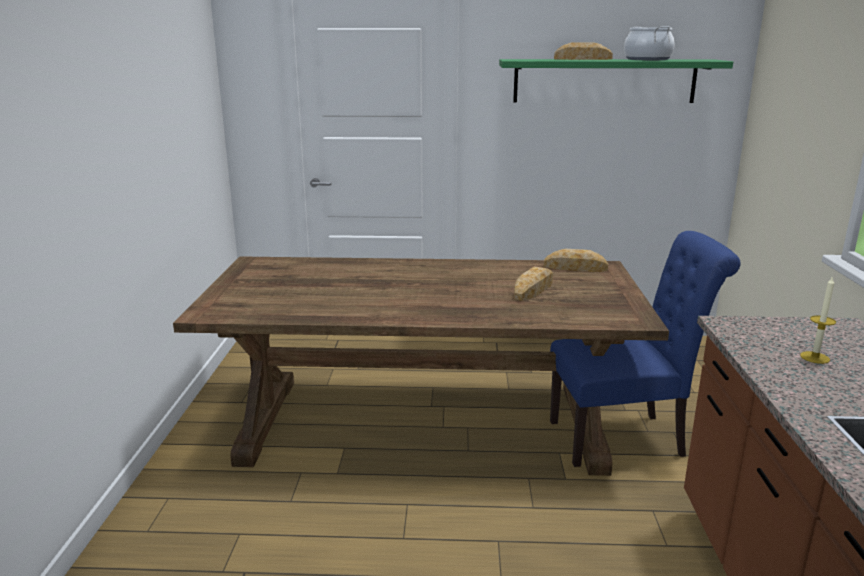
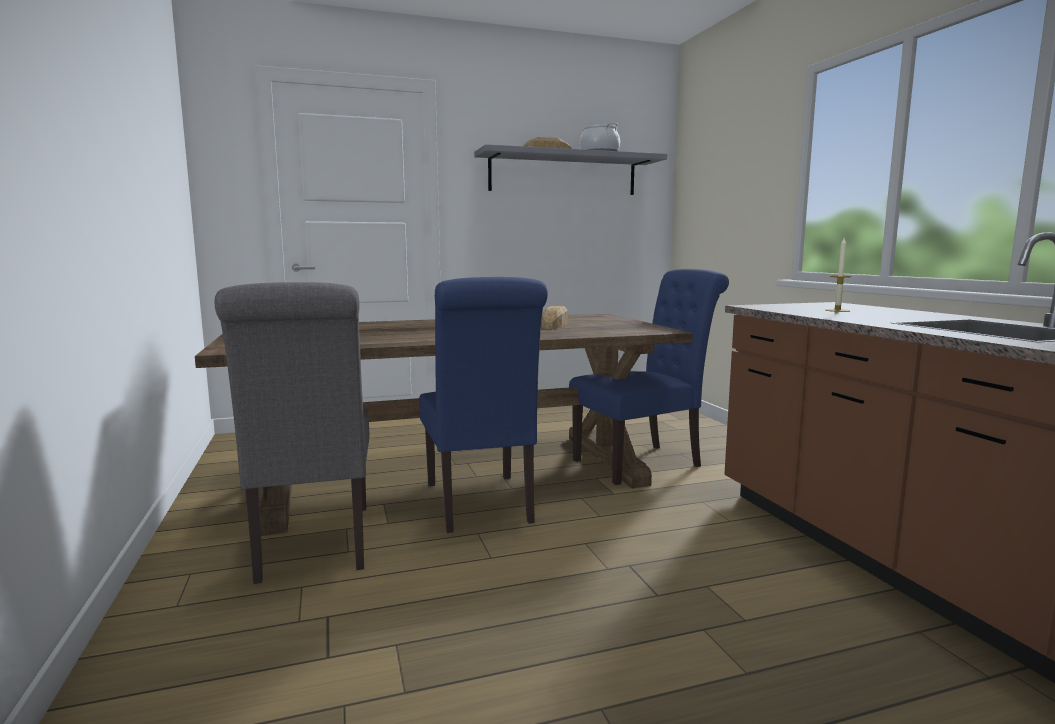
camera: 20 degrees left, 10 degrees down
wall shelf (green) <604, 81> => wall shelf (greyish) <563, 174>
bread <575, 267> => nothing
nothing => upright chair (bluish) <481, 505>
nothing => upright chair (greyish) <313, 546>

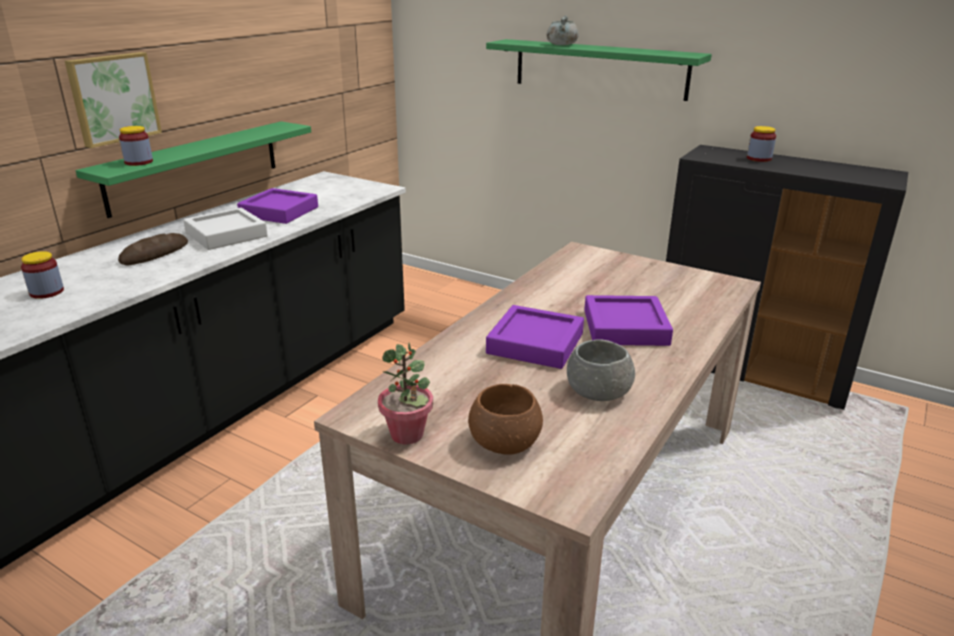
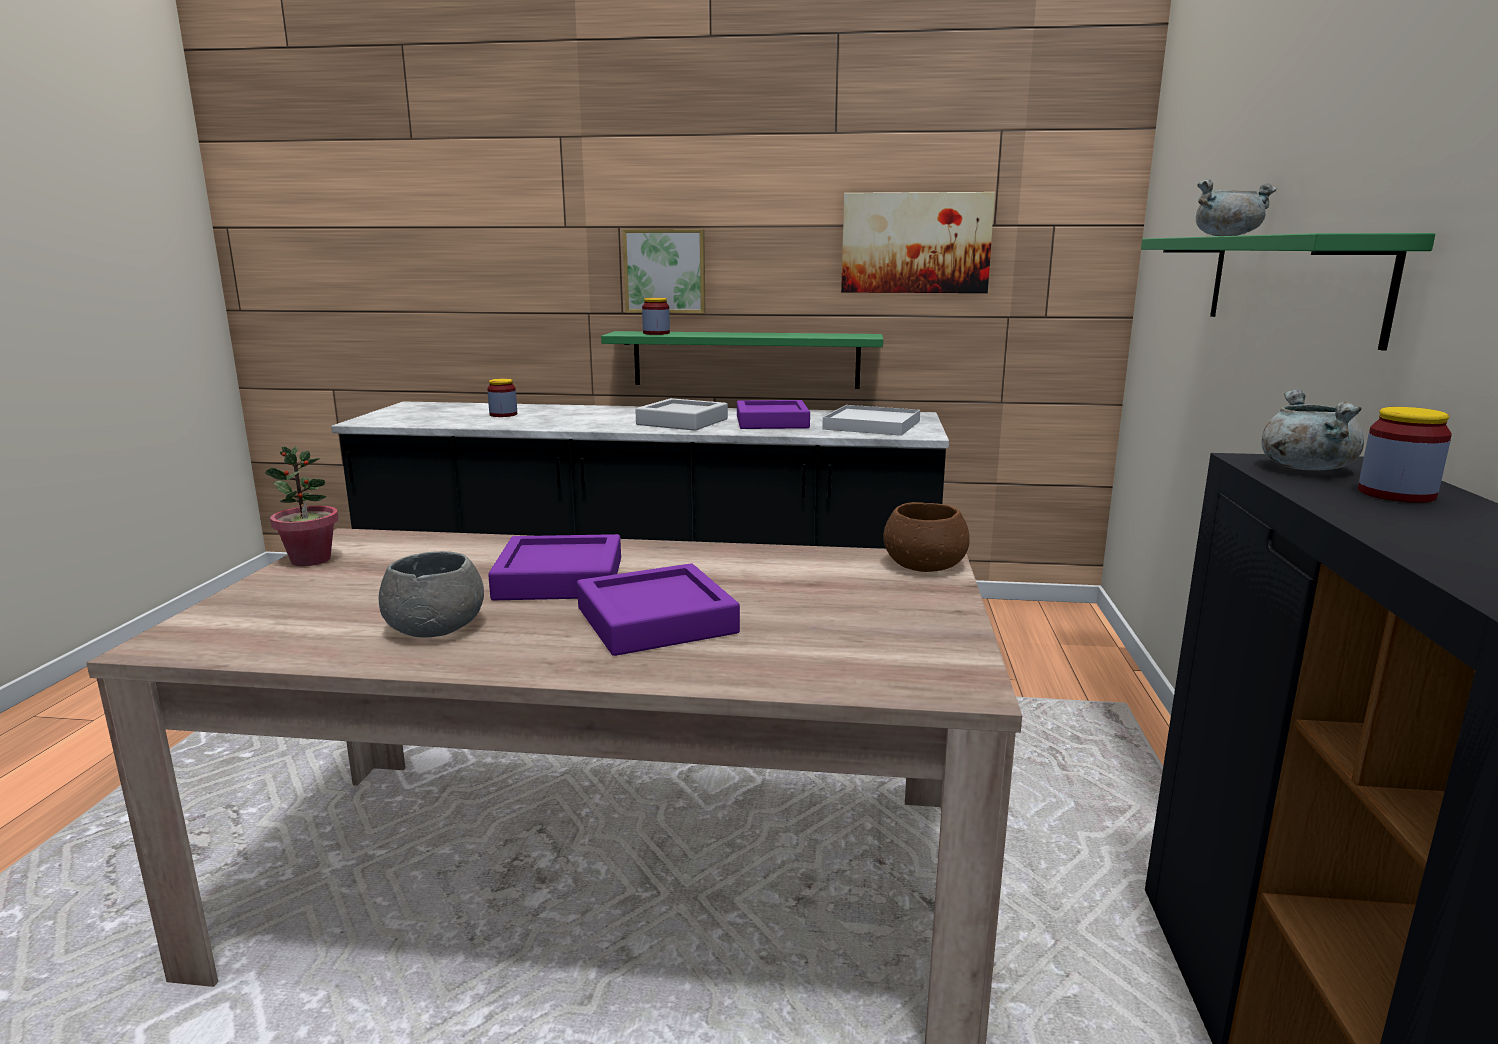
camera: 65 degrees right, 10 degrees down
bread <155, 254> => nothing
bowl (brown-coloured) <505, 441> => bowl (brown-coloured) <925, 565>, moved
nothing => wall art <915, 243>
nothing => saucepot (greyish) <1303, 467>
nothing => tray (whitish) <871, 425>

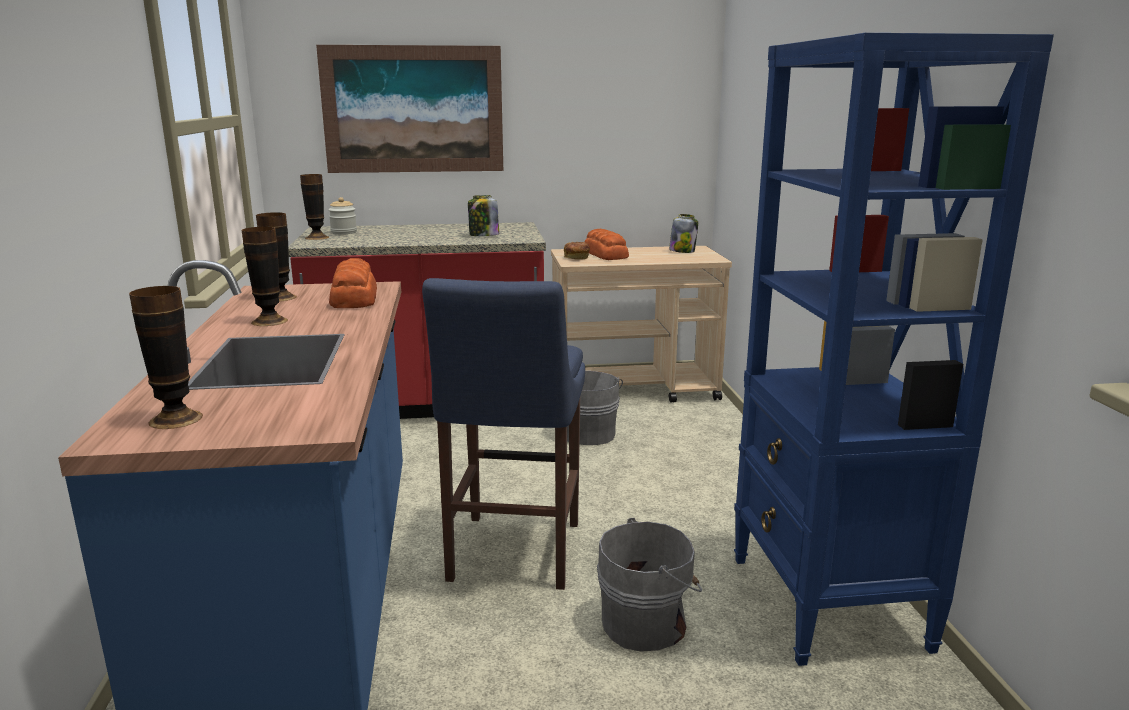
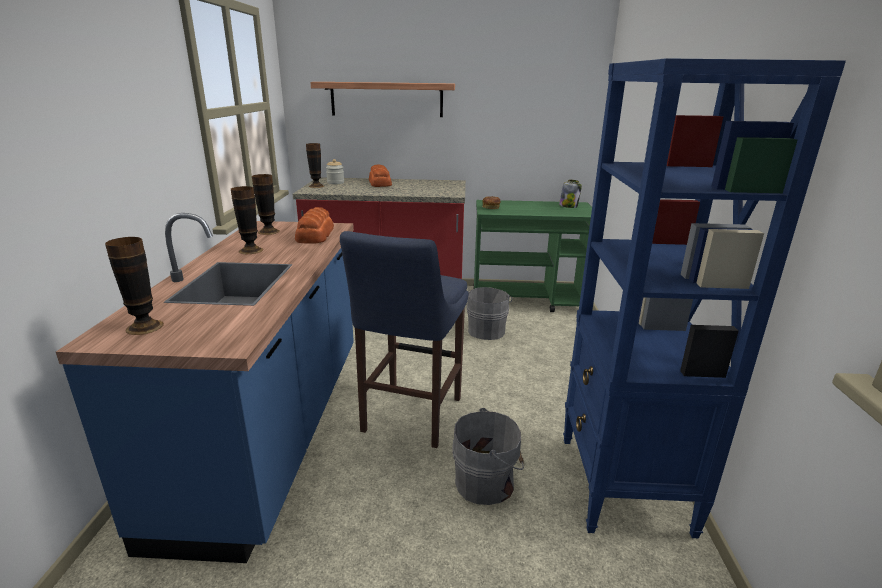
camera: 10 degrees right, 5 degrees up
wall art <413, 110> => wall shelf <386, 99>
storage jar <483, 236> => nothing
bread <605, 254> => bread <380, 183>, moved
cart (beige) <635, 390> => cart (green) <528, 300>

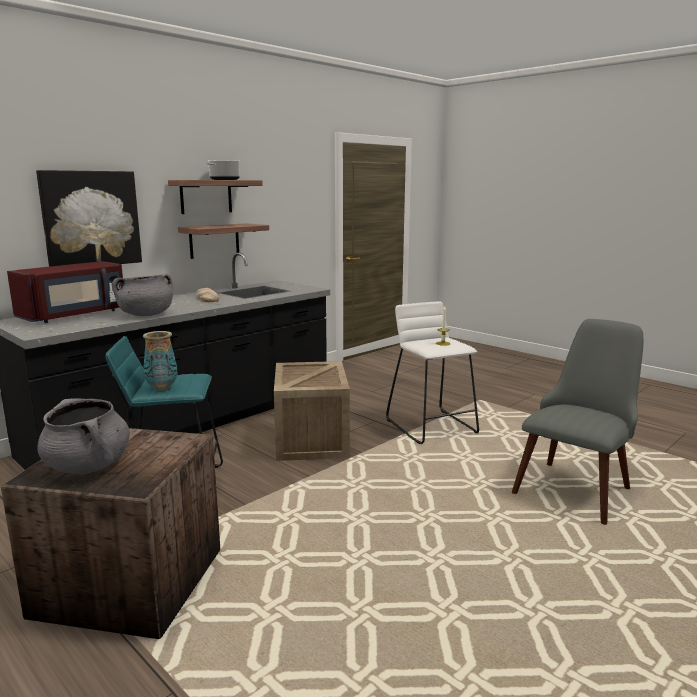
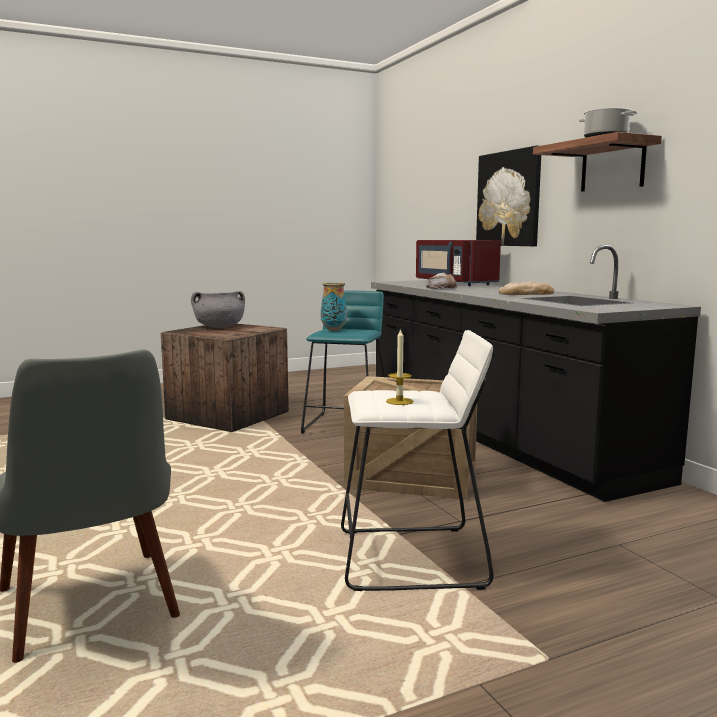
camera: 110 degrees right, 5 degrees down
wall shelf <214, 240> => nothing
saucepot (greyish) <146, 315> => bread <441, 288>

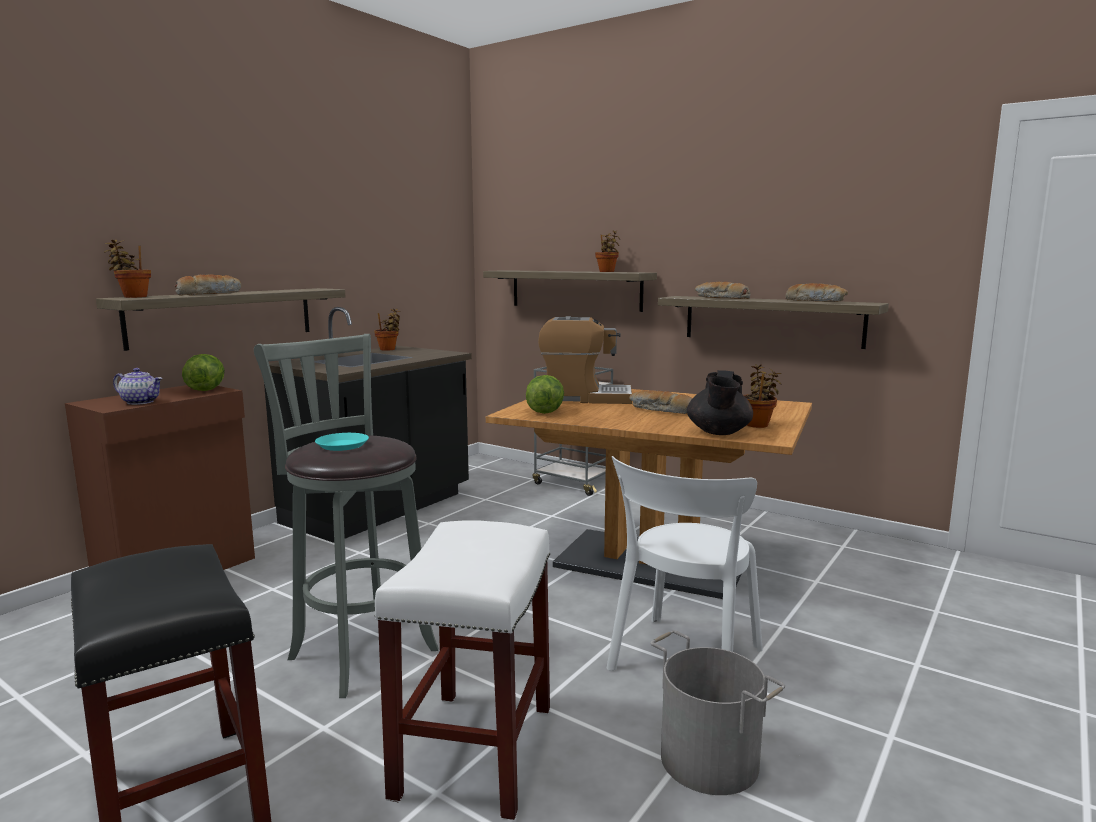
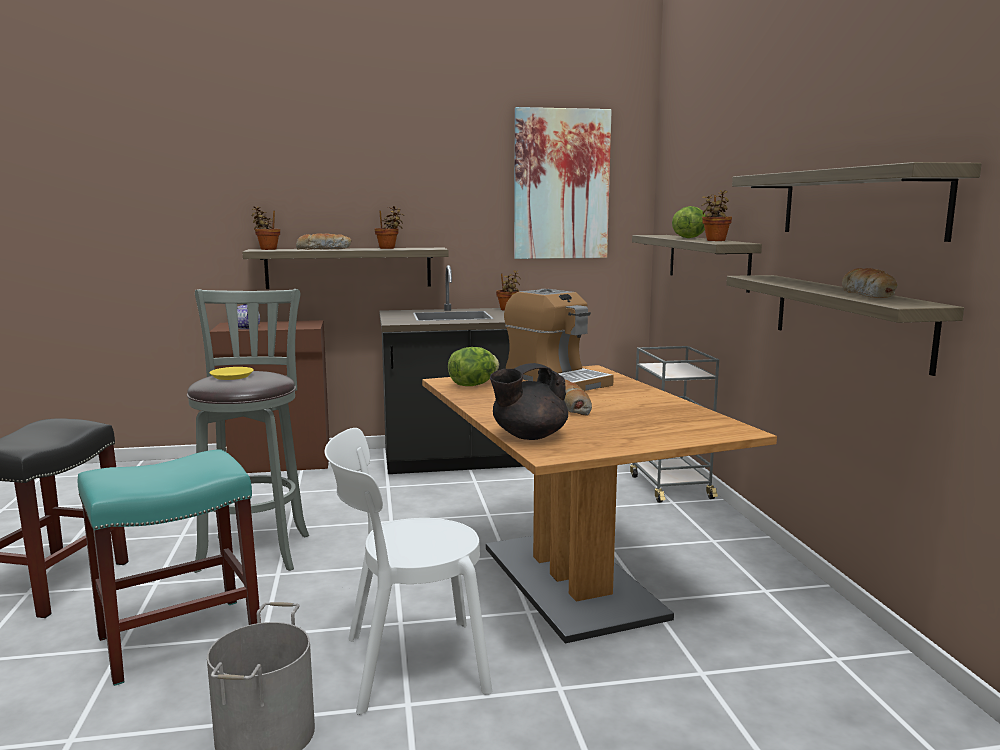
camera: 45 degrees right, 0 degrees up
bread <721, 298> => nothing
head of lettuce <206, 390> => head of lettuce <689, 238>, moved
potted plant <758, 424> => potted plant <389, 248>, moved
flat dish (turquoise-coloured) <342, 445> => flat dish (yellow) <231, 376>
stool (whitish) <474, 749> => stool (turquoise-coloured) <181, 637>
nothing => wall art <561, 184>
nothing => wall shelf <858, 203>

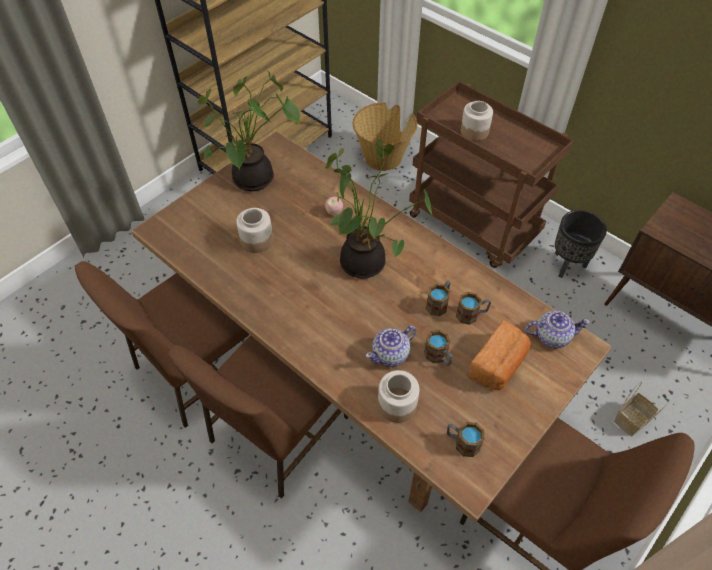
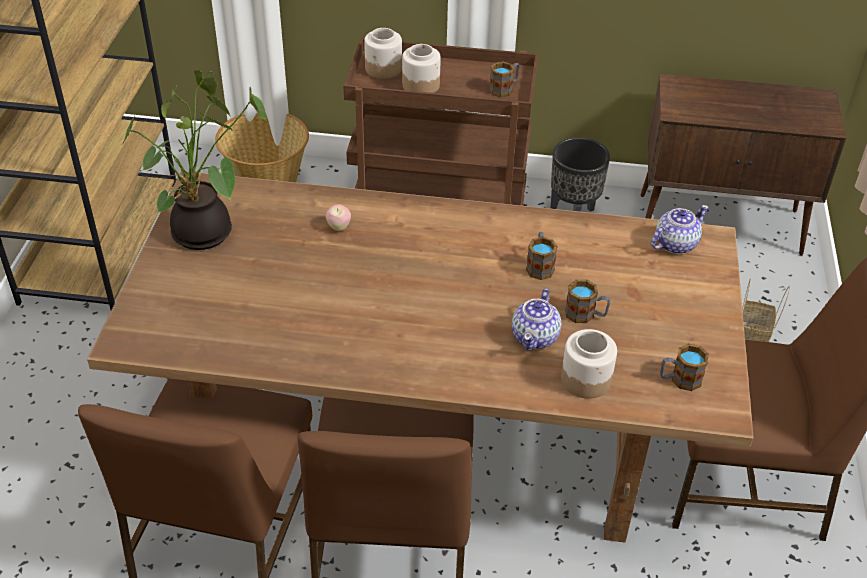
camera: 35 degrees left, 10 degrees down
potted plant <366, 262> => nothing
storage jar <256, 241> => storage jar <383, 69>, moved
coffee mug <471, 314> => coffee mug <504, 88>, moved
bread <498, 365> => nothing

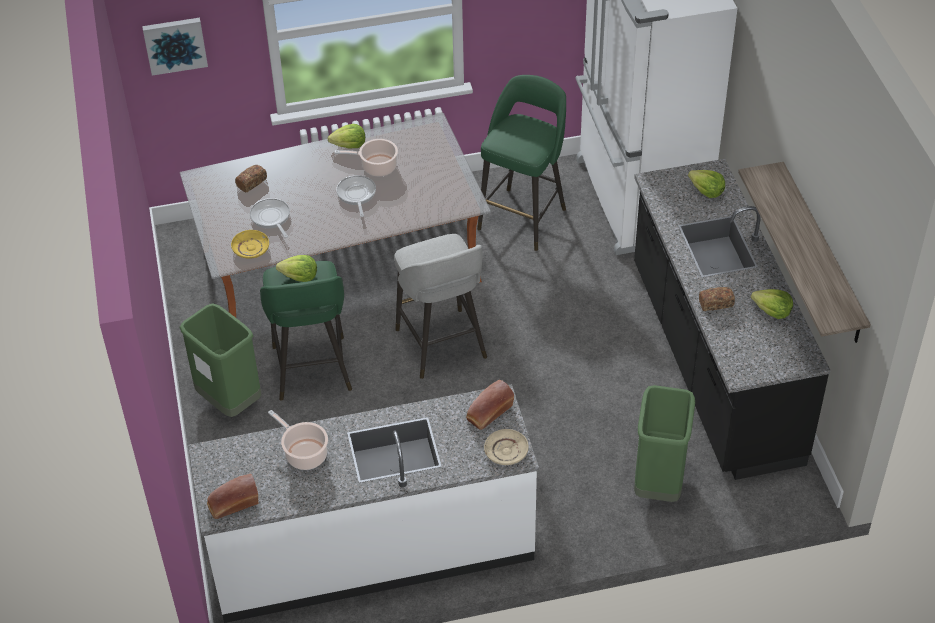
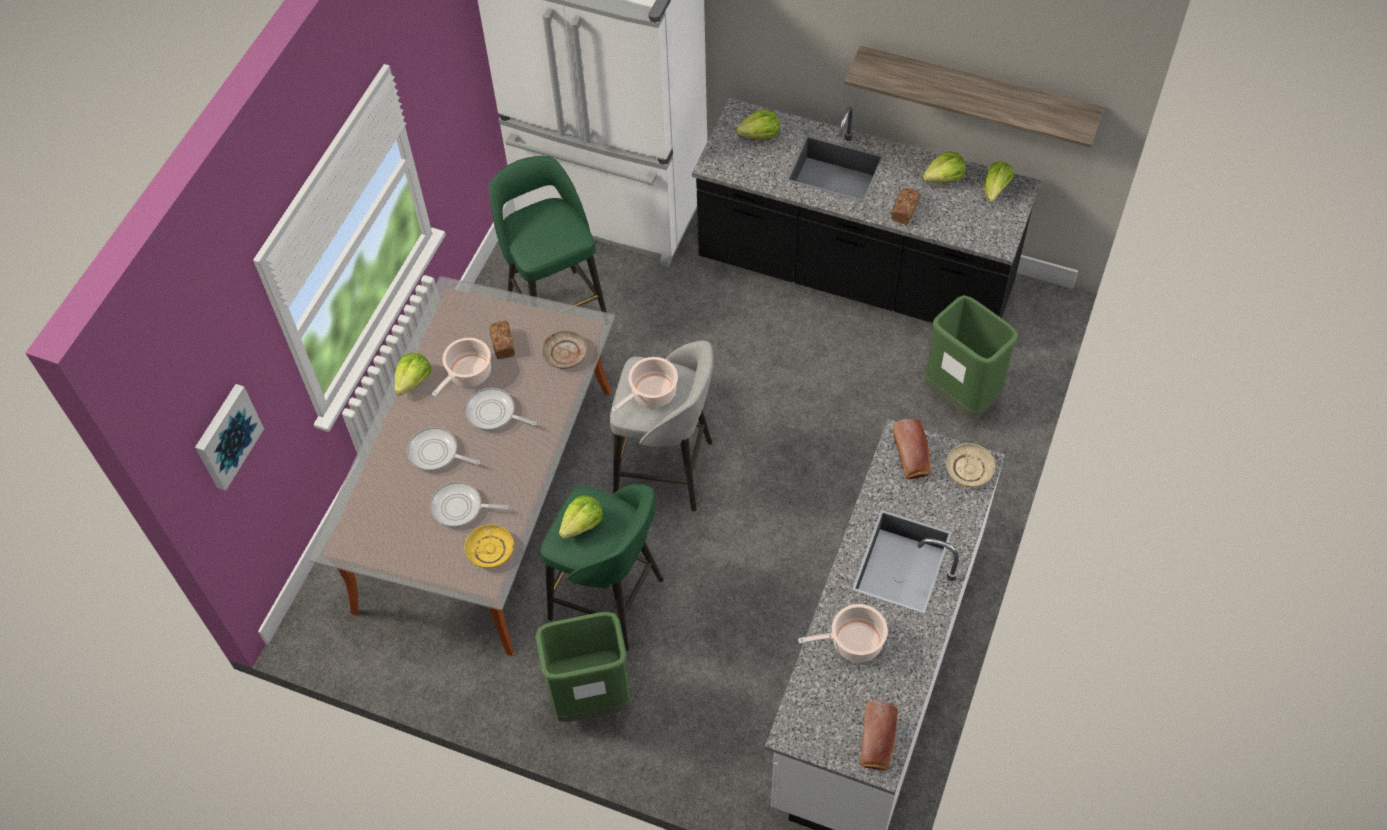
camera: 55 degrees left, 10 degrees up
bread <251, 183> => bread <503, 344>, moved
nothing => head of lettuce <995, 190>
nothing => flat dish (beige) <565, 354>
nothing => saucepot <651, 394>
nothing => pan <436, 453>

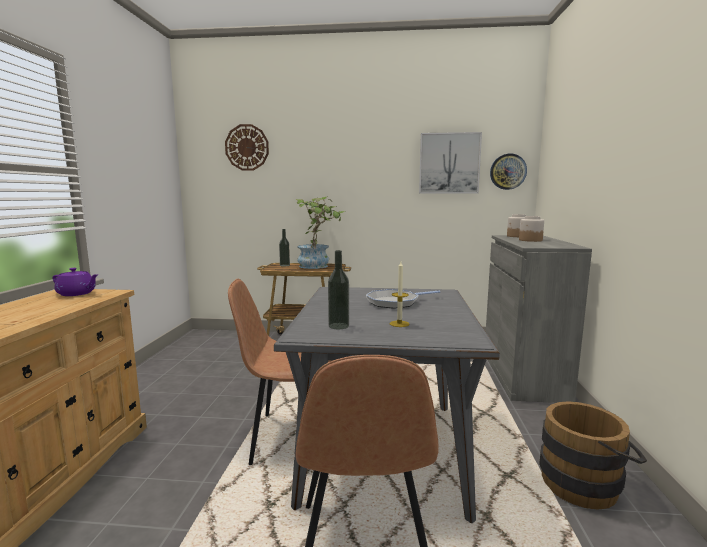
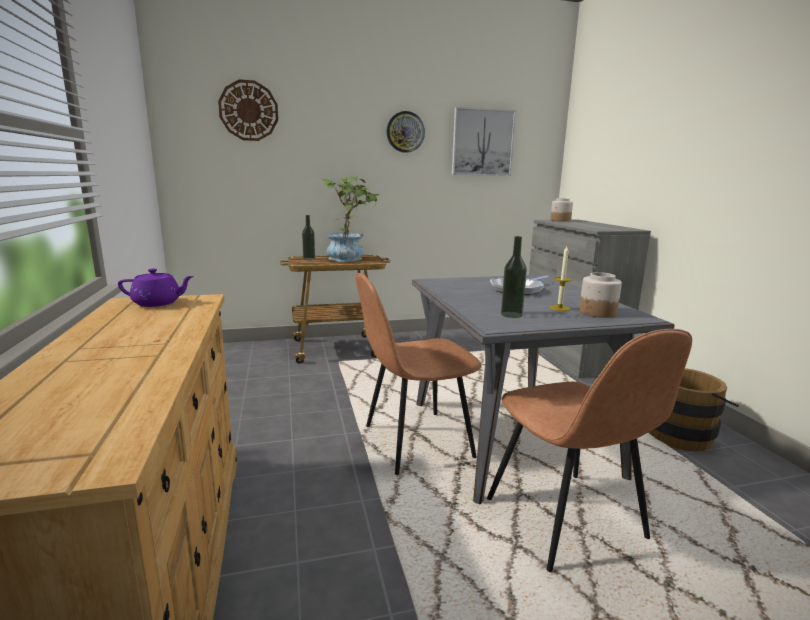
camera: 20 degrees left, 5 degrees up
clock on the wall <508, 171> => clock on the wall <405, 132>, moved
storage jar <530, 240> => storage jar <597, 312>, moved

